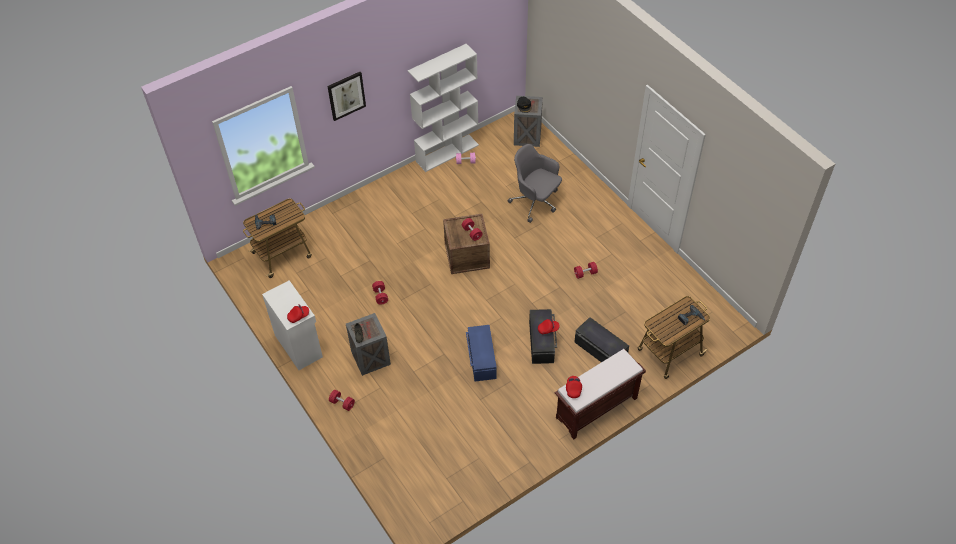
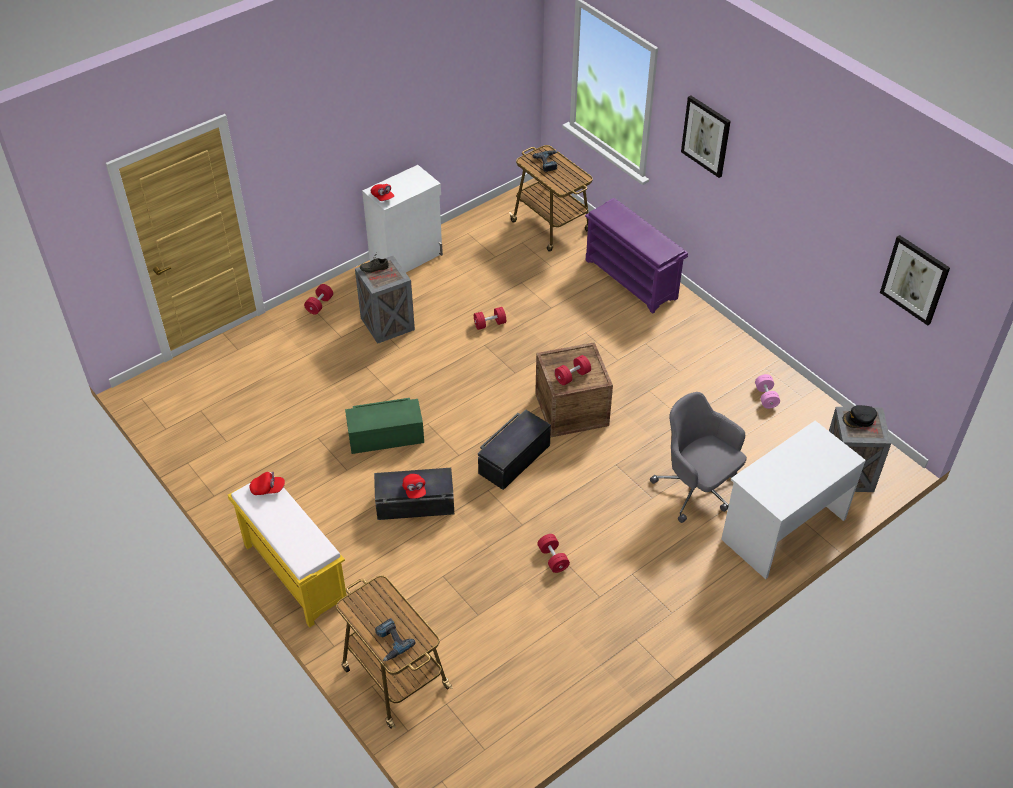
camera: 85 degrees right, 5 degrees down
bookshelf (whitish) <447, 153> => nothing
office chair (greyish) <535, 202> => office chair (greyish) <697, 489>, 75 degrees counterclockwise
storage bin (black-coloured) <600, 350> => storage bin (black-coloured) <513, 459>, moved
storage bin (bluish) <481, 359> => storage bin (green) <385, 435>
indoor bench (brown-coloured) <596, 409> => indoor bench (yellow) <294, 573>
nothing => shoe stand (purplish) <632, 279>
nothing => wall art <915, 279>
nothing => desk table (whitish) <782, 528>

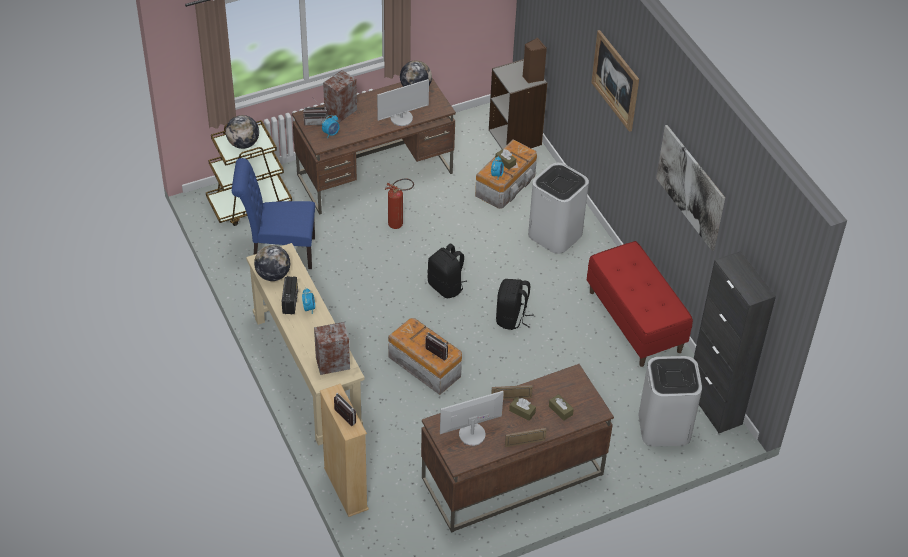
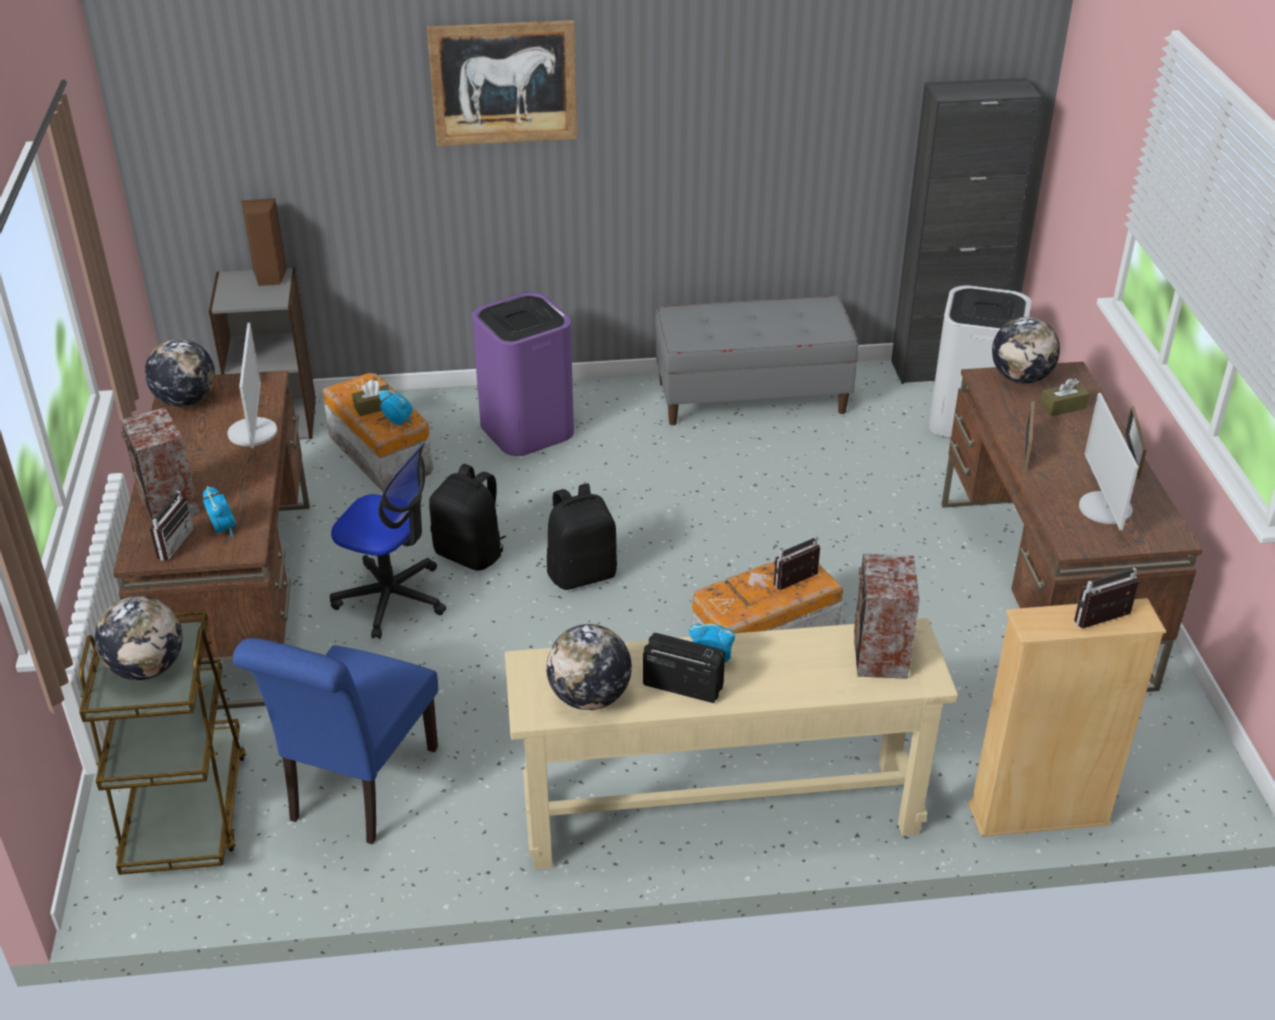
camera: 70 degrees left, 10 degrees down
wall art <690, 187> => nothing
trash can (whitish) <555, 234> => trash can (purplish) <527, 429>
fire extinguisher <399, 224> => office chair <392, 598>
indoor bench (reddish) <635, 321> => indoor bench (greyish) <751, 397>
rucksack (black-coloured) <511, 318> => rucksack (black-coloured) <471, 554>, moved
tissue box (brown-coloured) <522, 411> => nothing
nothing => globe <1020, 378>

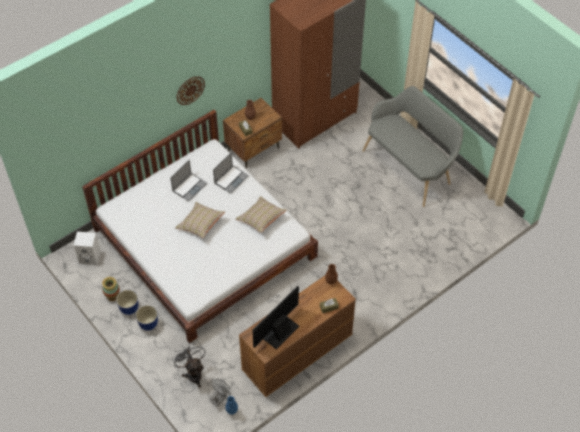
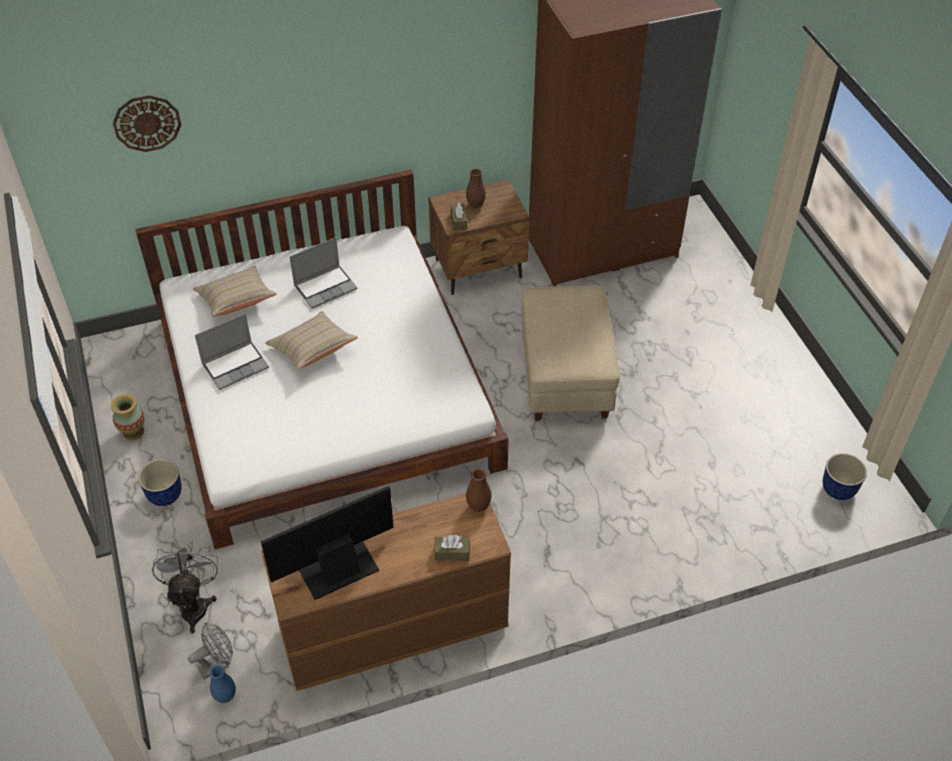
camera: 20 degrees right, 5 degrees down
clock on the wall <190, 90> => clock on the wall <147, 123>, moved
indoor bench (greyish) <410, 166> => nothing
laptop <231, 179> => laptop <235, 365>, moved
throw pillow (beige) <261, 219> => throw pillow (beige) <236, 301>, moved
loudspeaker (whitish) <90, 257> => nothing
planter <129, 309> => planter <838, 490>, moved
nothing => ottoman (beige) <566, 376>

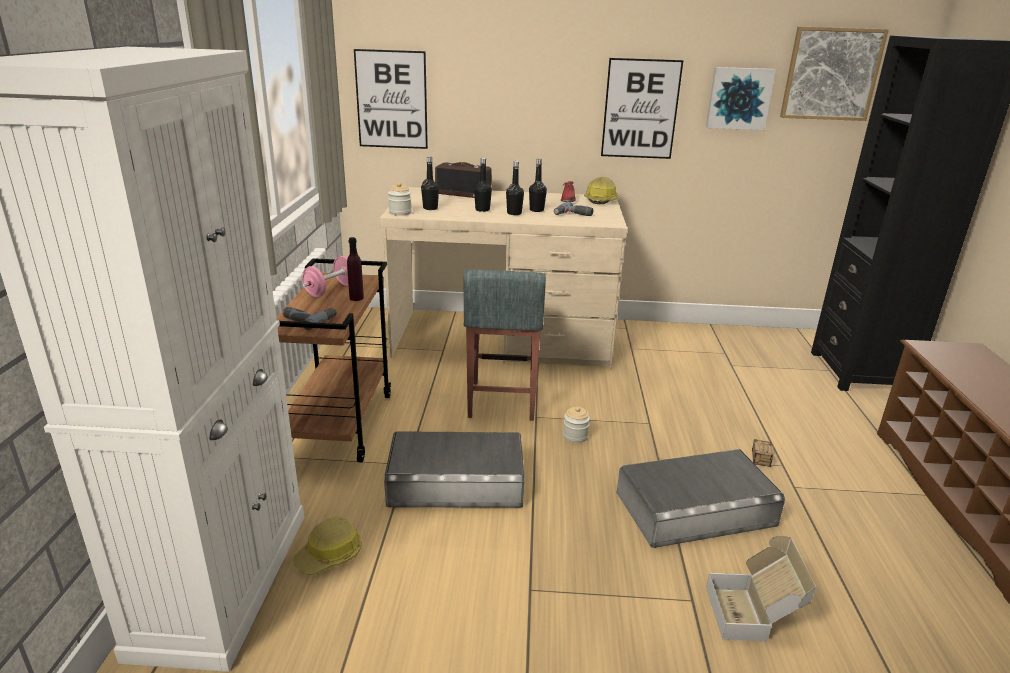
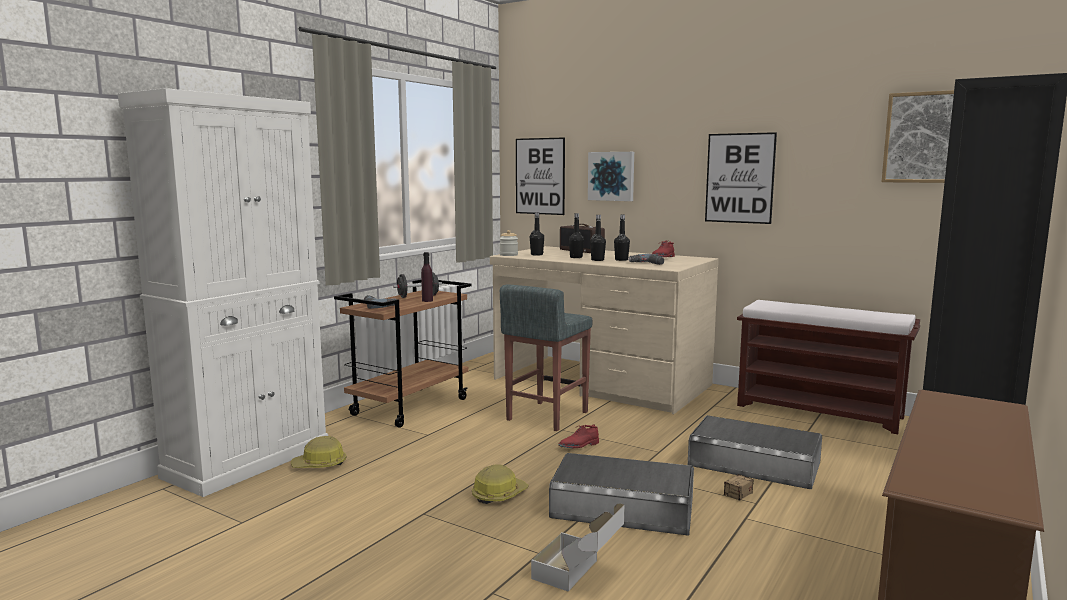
camera: 30 degrees right, 15 degrees down
wall art <739, 98> => wall art <611, 176>, moved
safety helmet <601, 200> => safety helmet <498, 495>, moved
free weight (pink-coloured) <331, 290> => free weight (black-coloured) <418, 296>
storage jar <575, 436> => shoe (reddish) <579, 446>
storage bin (greyish) <456, 481> => storage bin (greyish) <754, 463>, moved
nothing => indoor bench (brown-coloured) <820, 411>

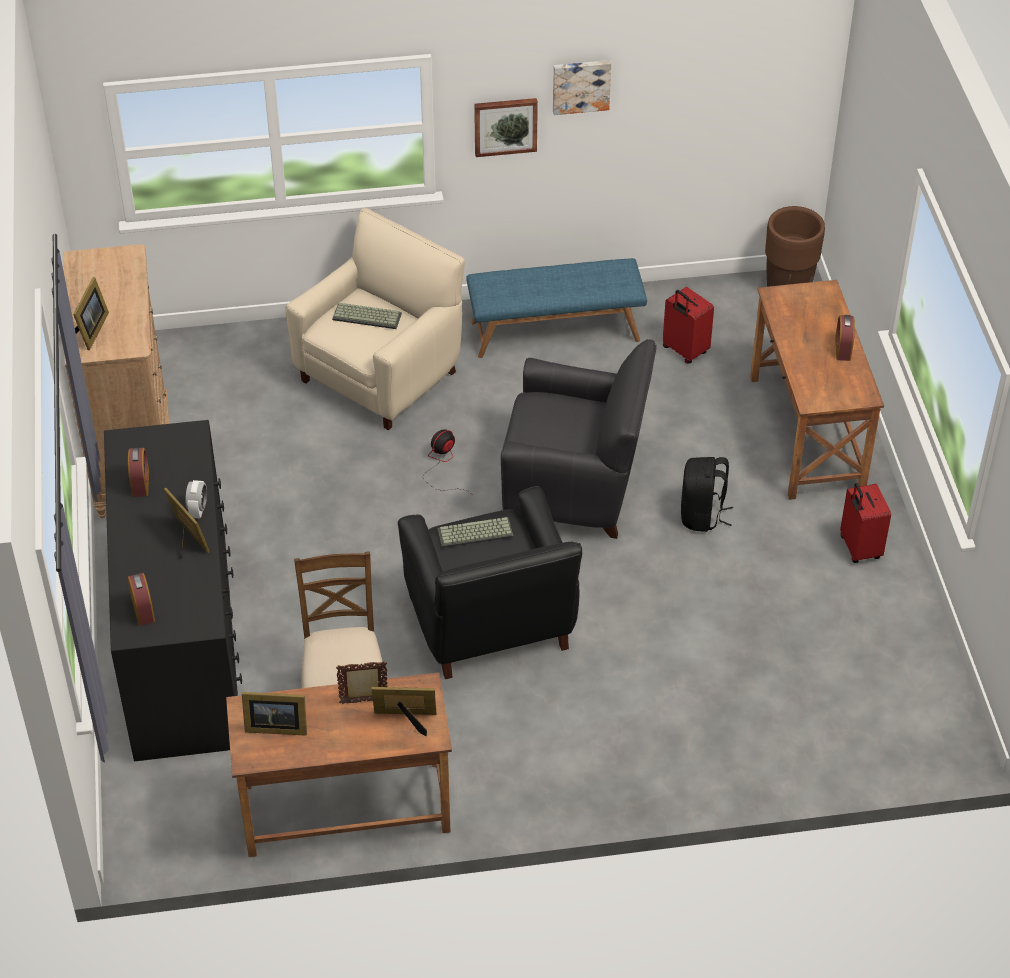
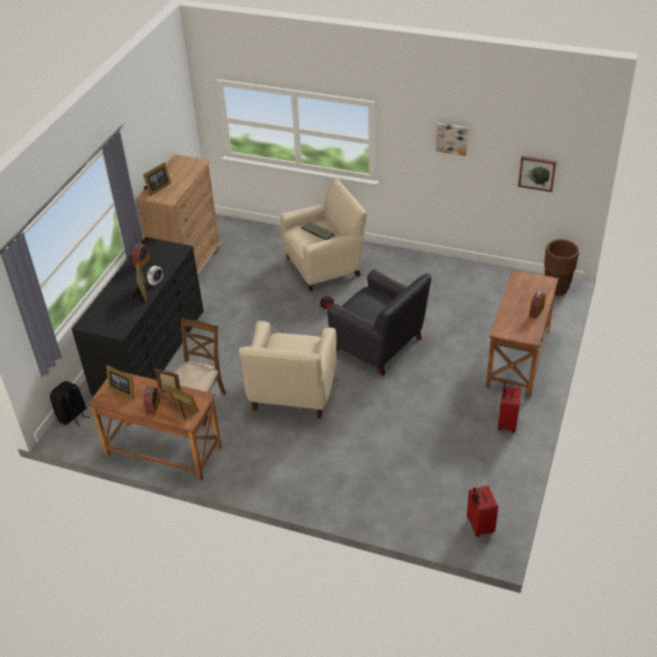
camera: 30 degrees right, 5 degrees down
wall art <505, 126> => wall art <537, 173>, moved
indoor bench (bluish) <555, 330> => nothing
piece of luggage (reddish) <684, 351> => piece of luggage (reddish) <479, 526>, moved
rucksack (black-coloured) <702, 515> => rucksack (black-coloured) <72, 416>, moved
armchair (black-coloured) <490, 624> => armchair (beige) <292, 393>
computer keyboard <474, 534> => nothing
table clock <143, 610> => table clock <153, 406>, moved

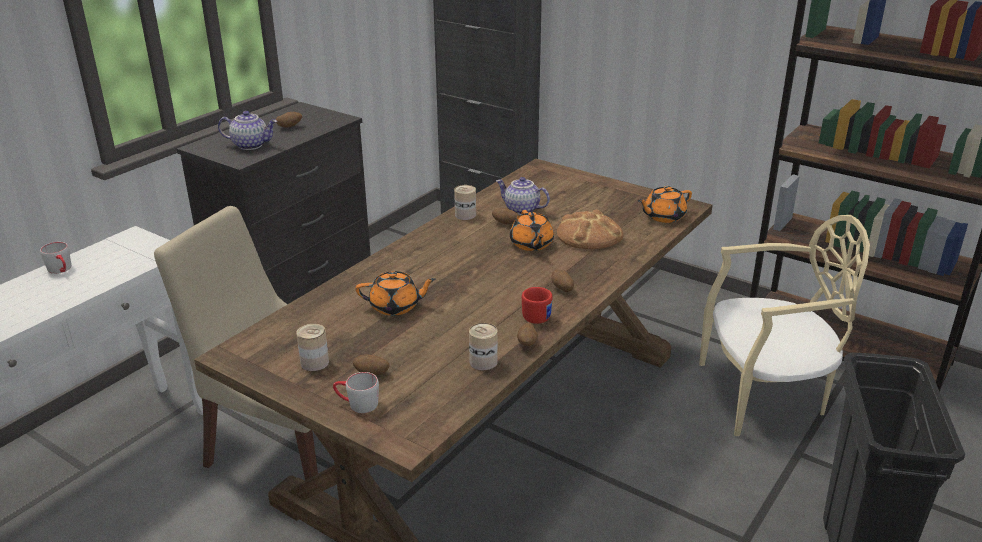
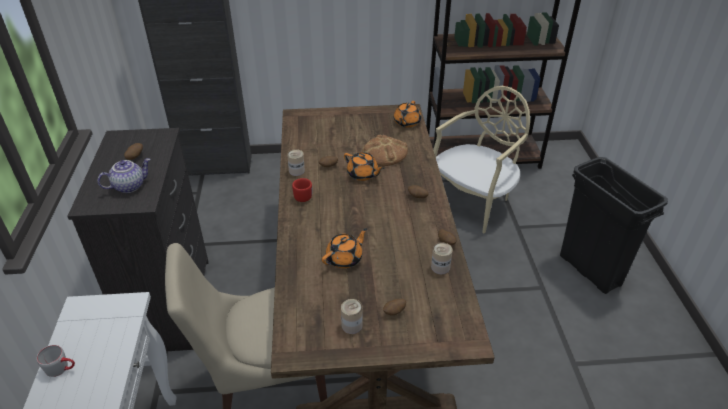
camera: 40 degrees left, 10 degrees up
teapot <521, 210> => nothing
coffee mug (reddish) <537, 315> => coffee mug (reddish) <302, 196>, moved
coffee mug (greyish) <357, 404> => nothing

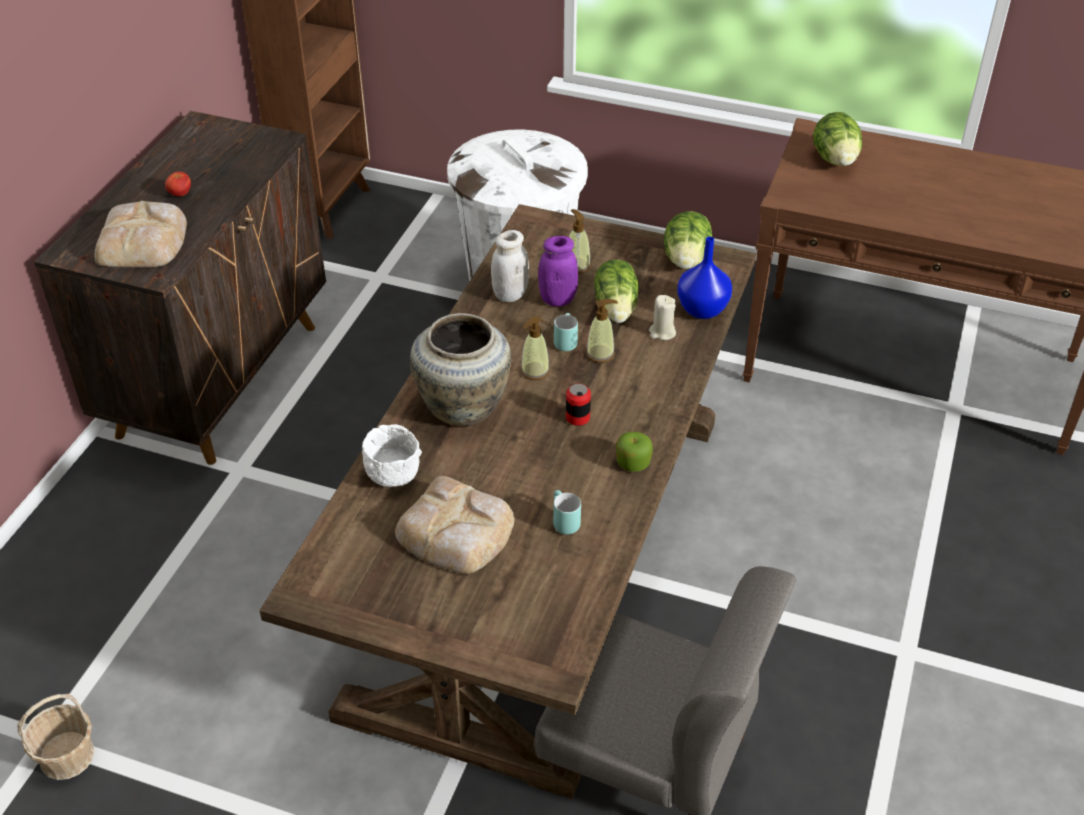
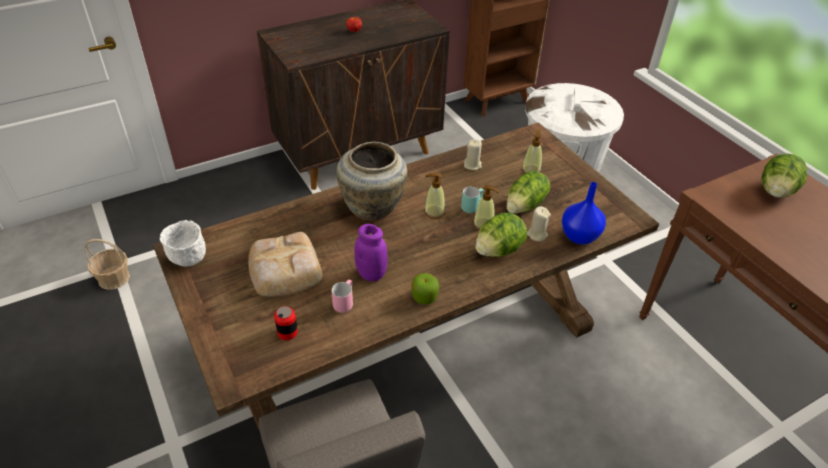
camera: 40 degrees right, 0 degrees up
bread <143, 242> => nothing
head of lettuce <686, 260> => head of lettuce <498, 250>, moved
storage jar (whitish) <510, 294> => wax candle (beige) <472, 165>
storage jar (purplish) <557, 299> => storage jar (purplish) <371, 274>, moved
metal can <577, 418> => metal can <287, 332>, moved
bowl (whitish) <393, 477> => bowl (whitish) <188, 258>, moved
coffee mug (turquoise-coloured) <562, 522> => coffee mug (pink-coloured) <343, 302>

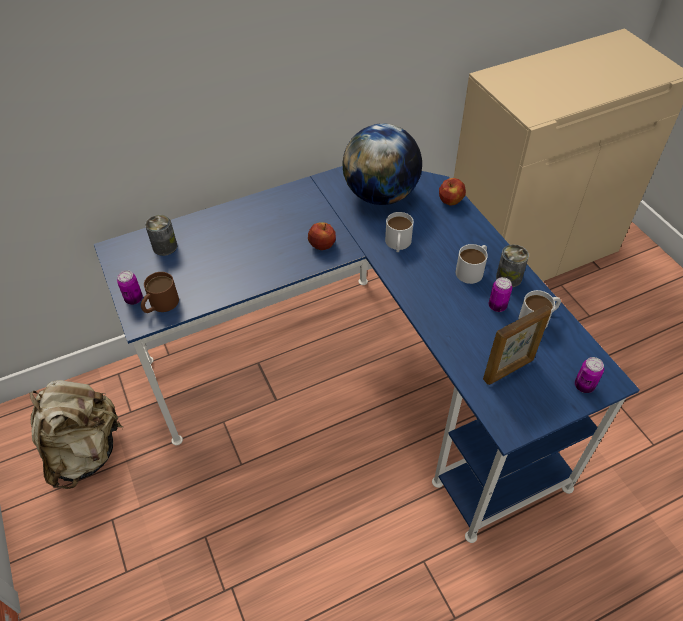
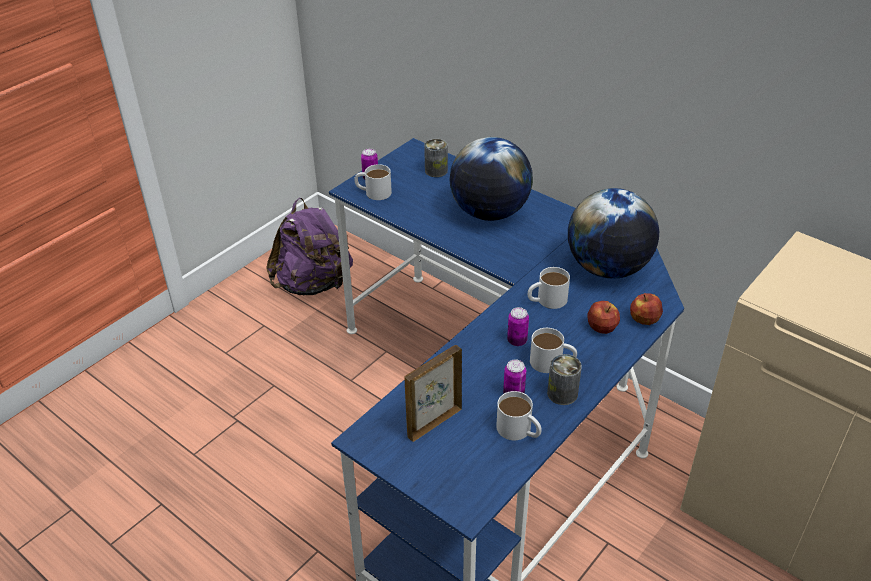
camera: 65 degrees right, 10 degrees down
apple <322, 245> => apple <601, 327>, moved
coffee mug (brown-coloured) <160, 305> => coffee mug (whitish) <373, 192>
photo frame <509, 370> => photo frame <433, 423>, 105 degrees clockwise
metal can <584, 386> => metal can <517, 341>, moved
rucksack (beige) <85, 451> => rucksack (purplish) <313, 284>
nothing => globe <489, 213>

